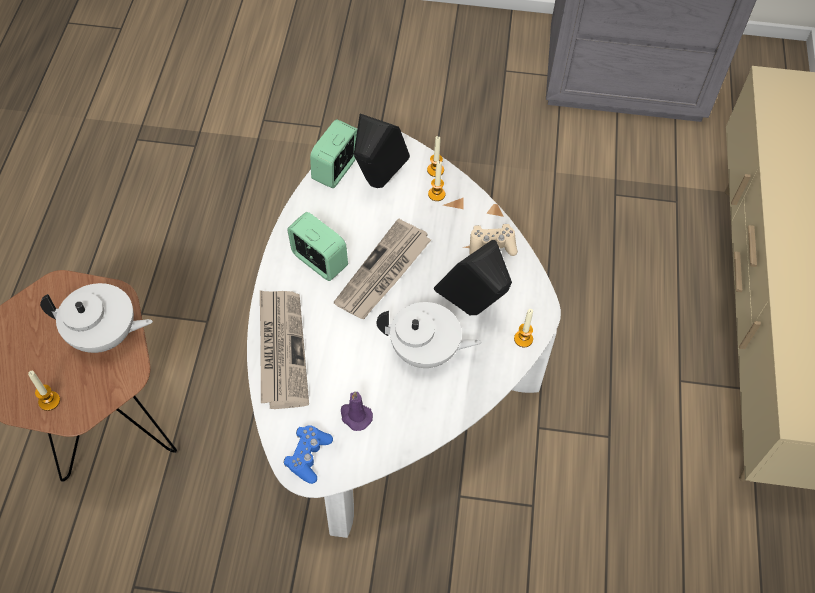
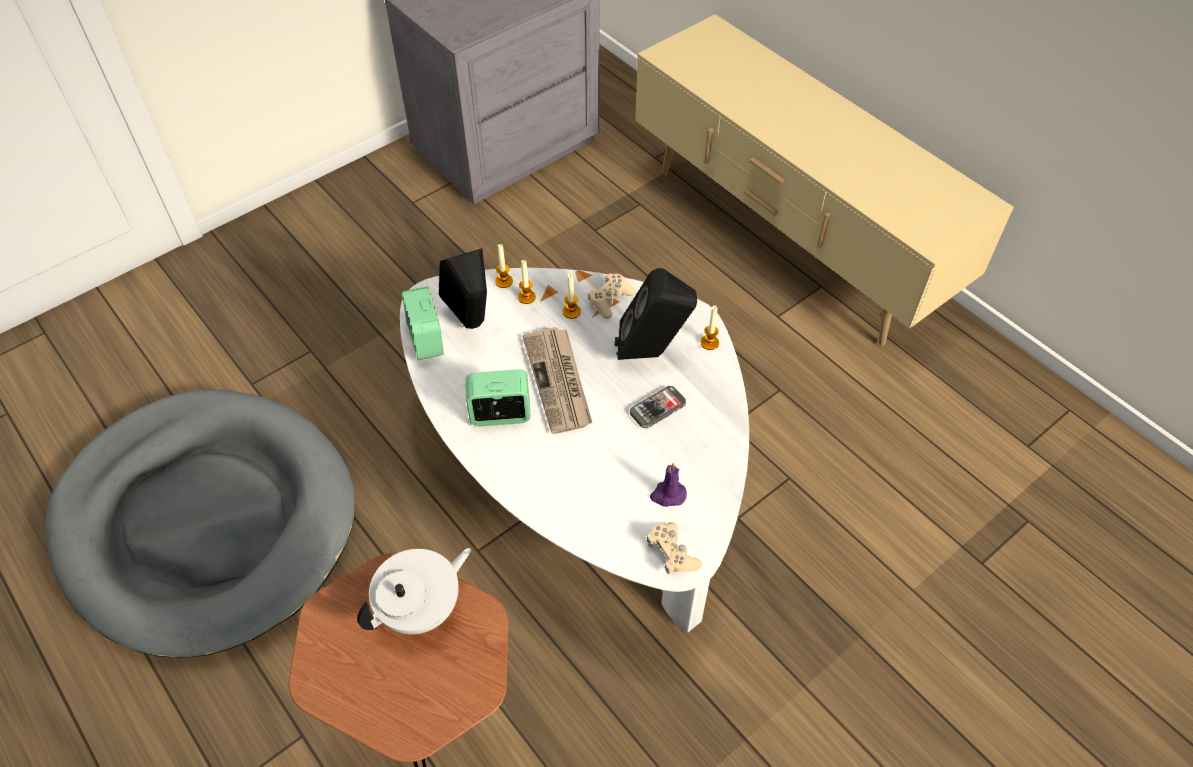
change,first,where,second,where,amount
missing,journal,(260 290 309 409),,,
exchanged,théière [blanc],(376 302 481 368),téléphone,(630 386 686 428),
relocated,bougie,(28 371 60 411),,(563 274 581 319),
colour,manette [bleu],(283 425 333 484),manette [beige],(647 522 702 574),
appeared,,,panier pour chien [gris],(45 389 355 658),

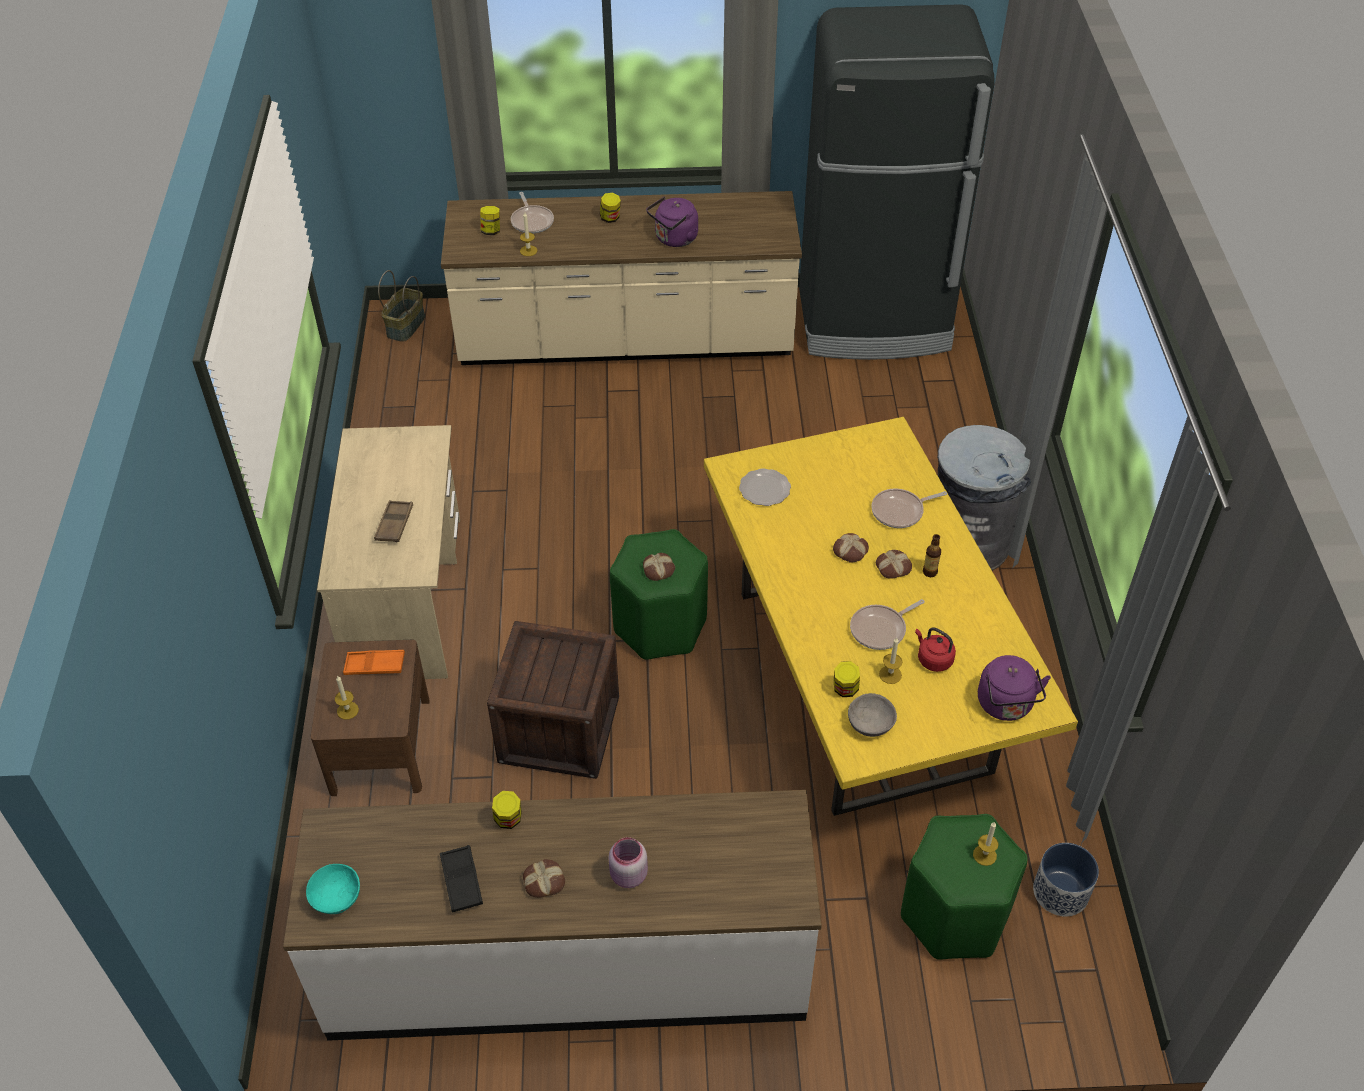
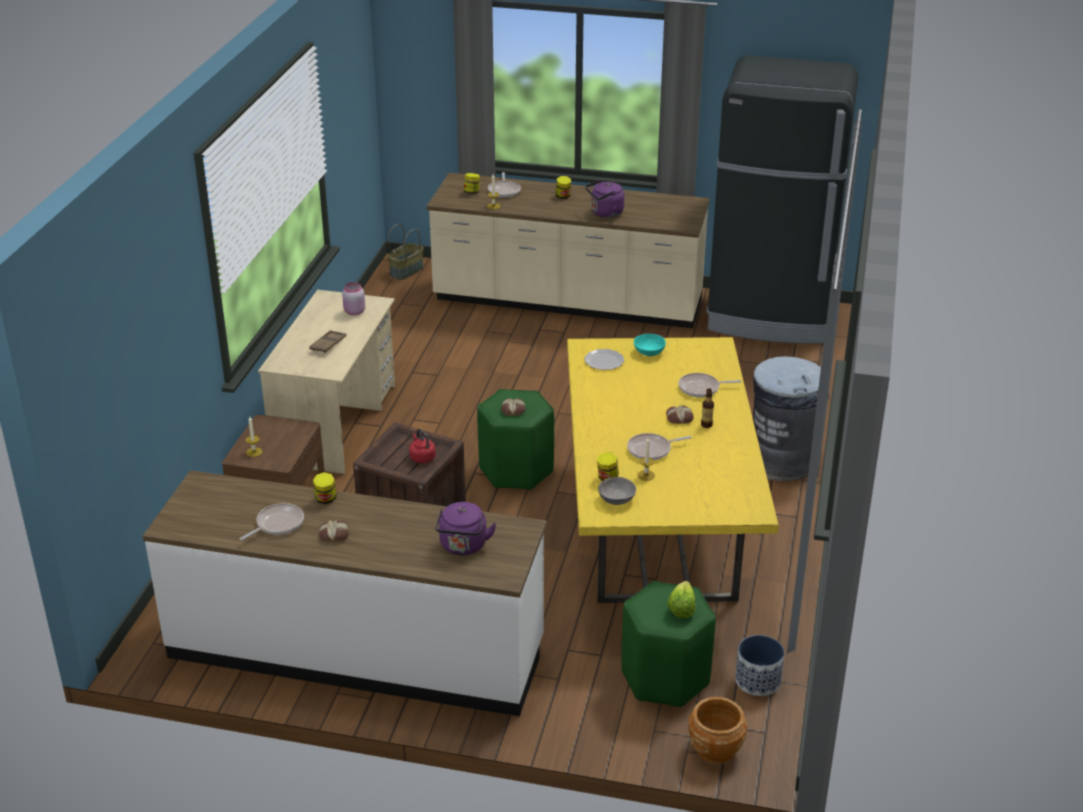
change,first,where,second,where,amount
missing,pain,(833 533 869 563),,,
relocated,bouilloire [rouge],(915 628 956 672),,(409 429 436 463),
missing,plateau [orange],(343 650 405 675),,,
relocated,bouilloire [violet],(978 655 1051 721),,(435 502 496 555),
exchanged,bougie,(973 822 998 866),laitue,(667 581 695 618),
relocated,bocal [rose],(608 837 648 888),,(342 282 365 315),
exchanged,plateau [noir],(440 845 483 913),poêle,(240 503 304 540),
relocated,bol [turquoise],(306 864 360 914),,(634 334 666 356),
appeared,,,cache-pot [marron],(689 697 747 764),

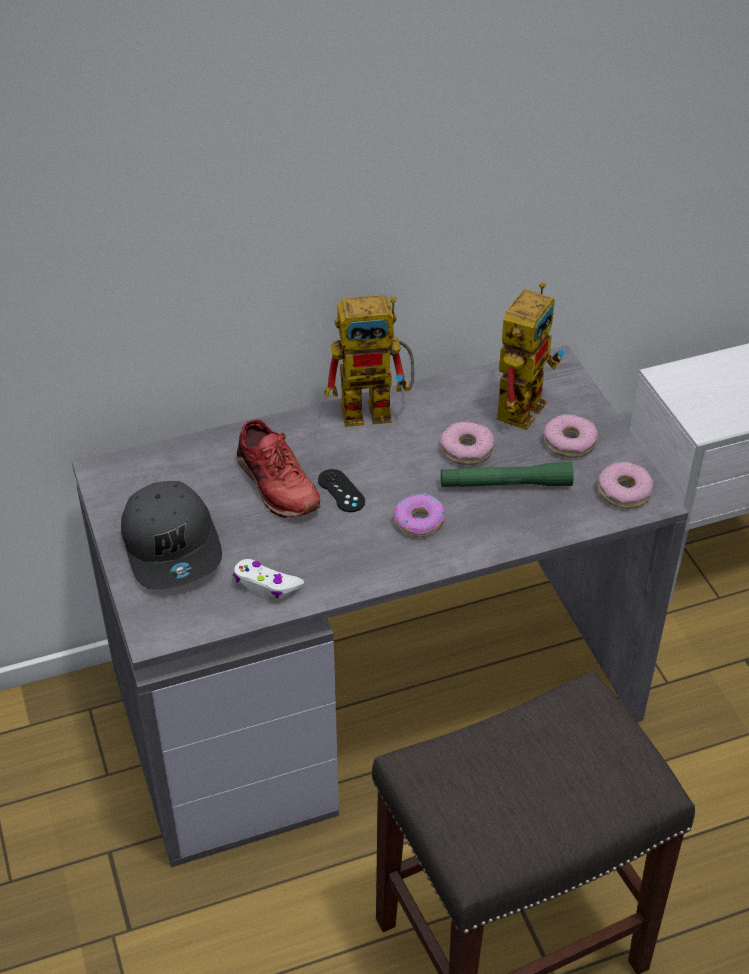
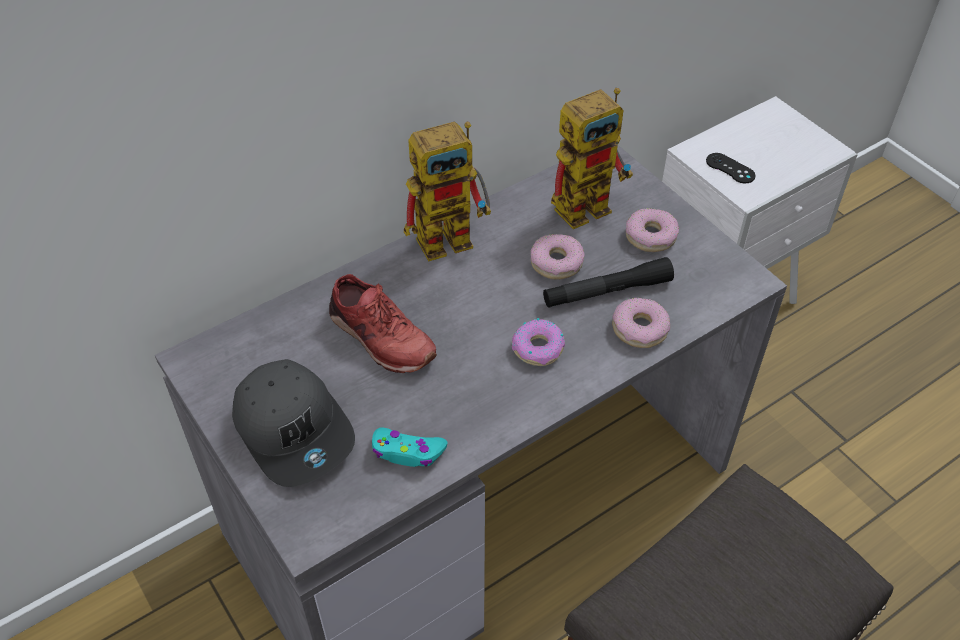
change,first,where,second,where,amount
spun,robot jouet,(497 282 564 430),,(551 88 633 229),45 degrees clockwise
colour,lampe de poche [vert],(441 462 574 487),lampe de poche [noir],(543 257 674 308),
relocated,beignet,(598 462 653 509),,(612 297 670 348),
relocated,manette [noir],(318 469 365 512),,(706 153 755 183),
colour,manette [blanc],(233 559 304 598),manette [turquoise],(372 428 448 467),

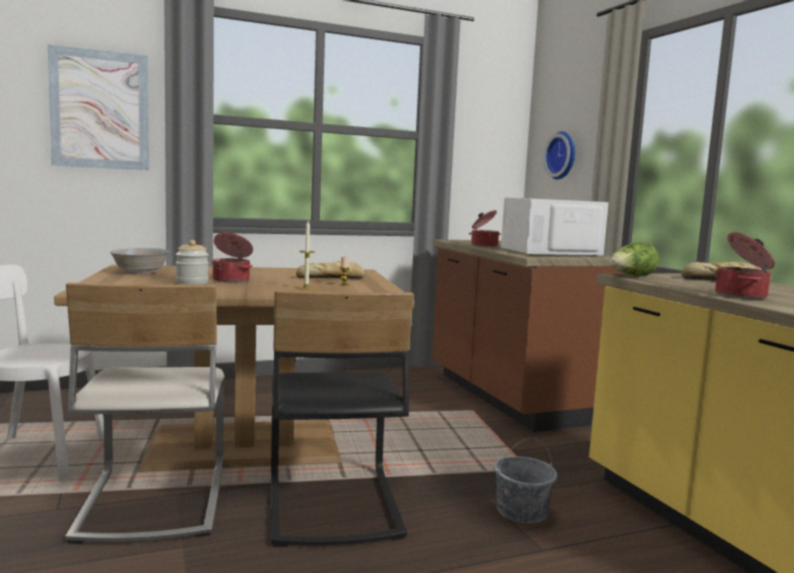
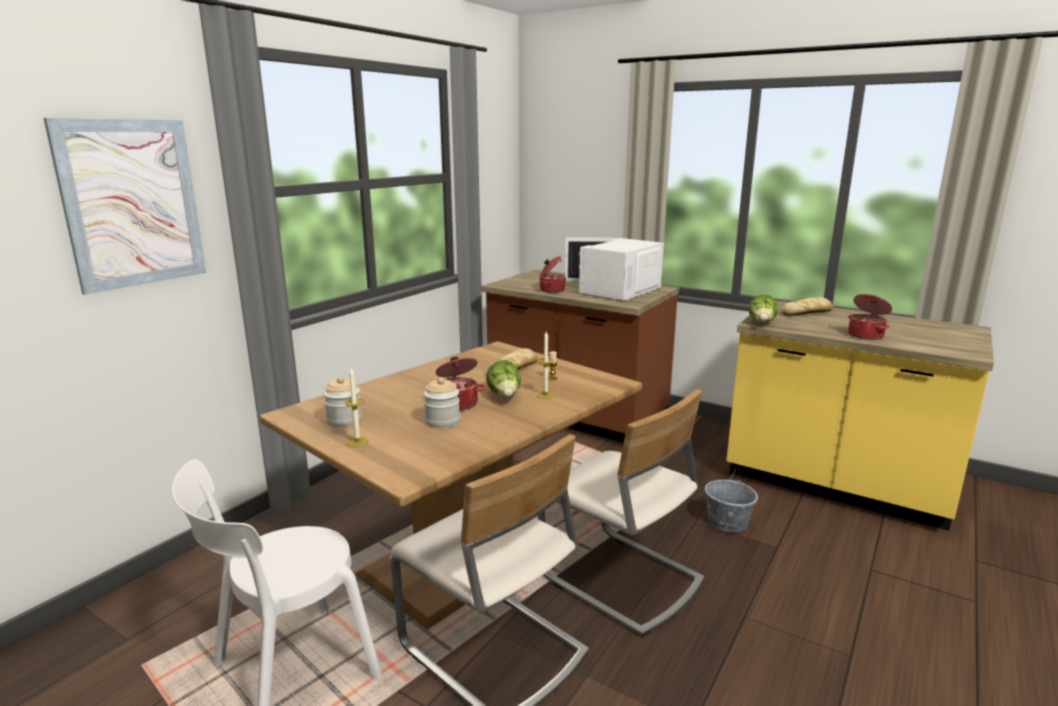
change,first,where,second,where,amount
missing,horloge murale,(543 131 575 179),,,
exchanged,bol [blanc],(110 248 170 274),bocal,(324 377 362 427),
colour,chaise [noir],(271 290 414 547),chaise [beige],(538 389 704 637),
appeared,,,laitue,(486 360 521 397),
appeared,,,bougie,(345 368 369 447),

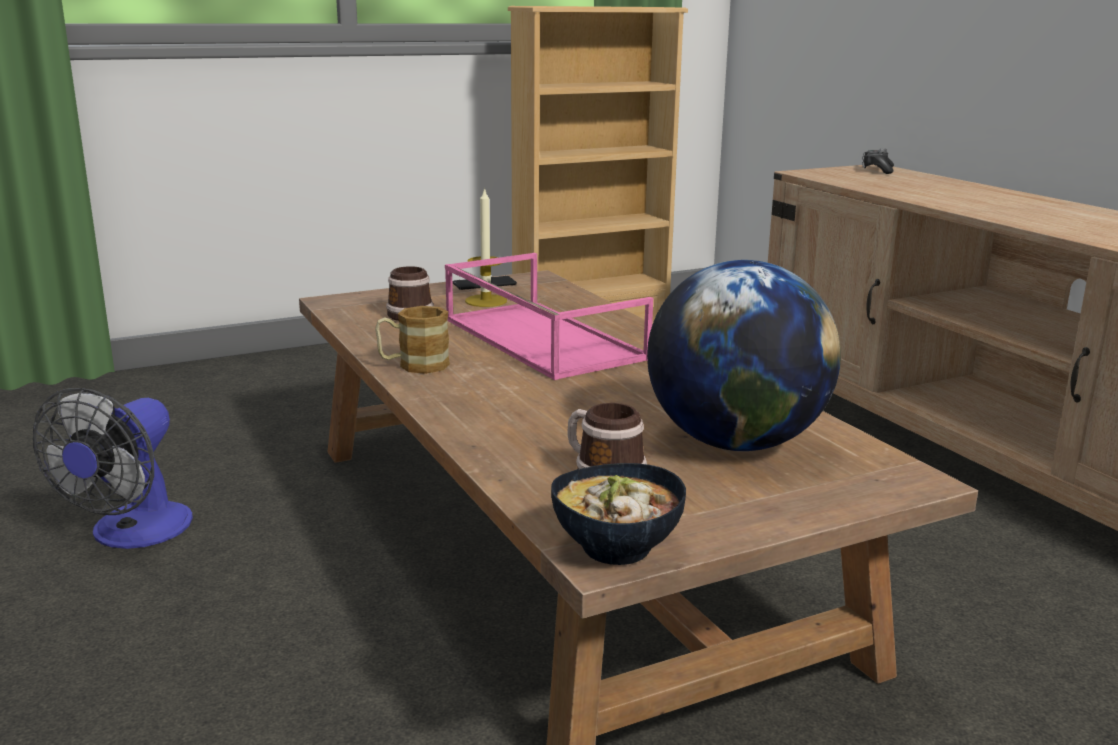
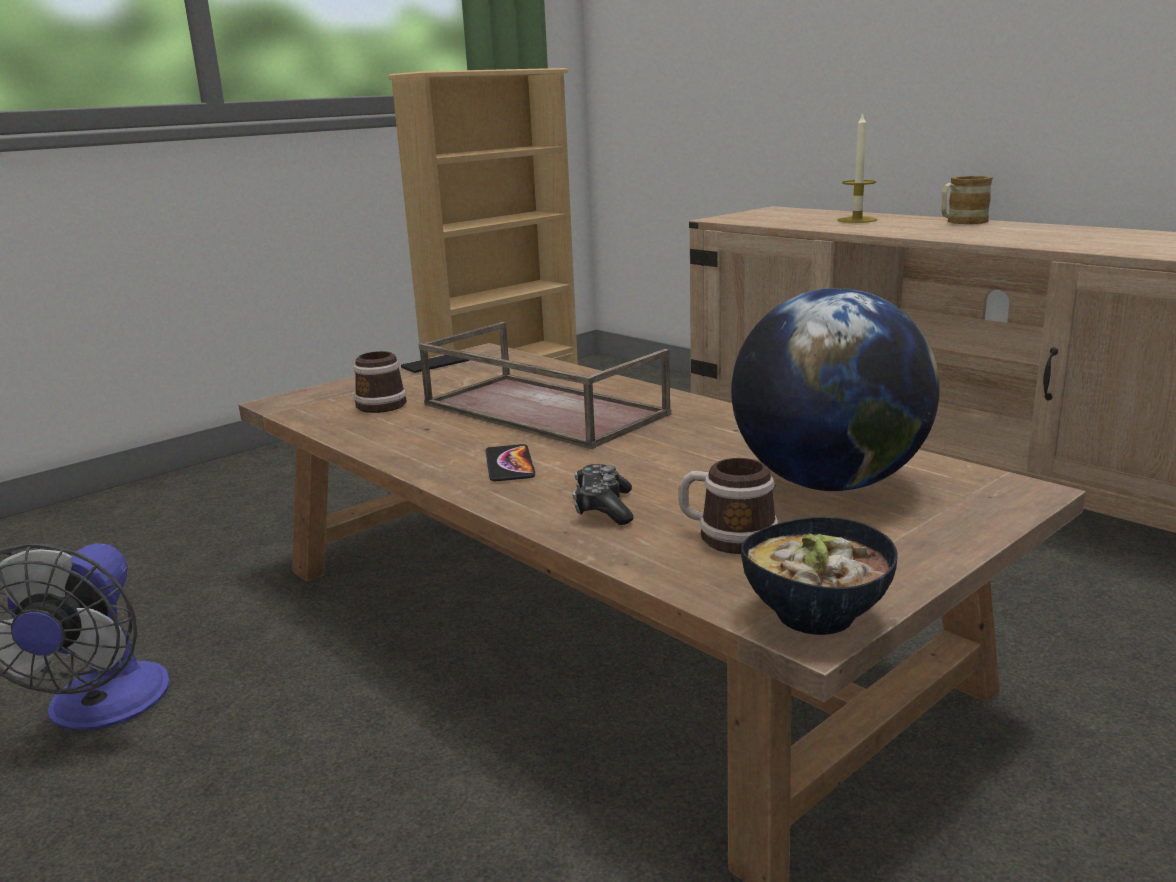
change,first,where,second,where,amount
relocated,manette,(862 148 894 174),,(573 464 633 525),
relocated,bougie,(465 187 507 307),,(838 112 877 223),
colour,plateau [rose],(445 253 653 380),plateau [marron],(419 322 671 449),
relocated,mug,(375 306 450 374),,(941 176 993 224),
appeared,,,téléphone,(485 444 535 481),

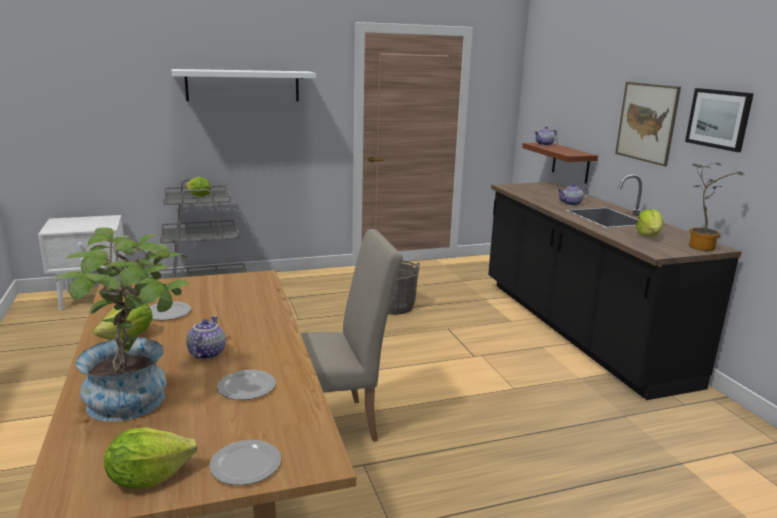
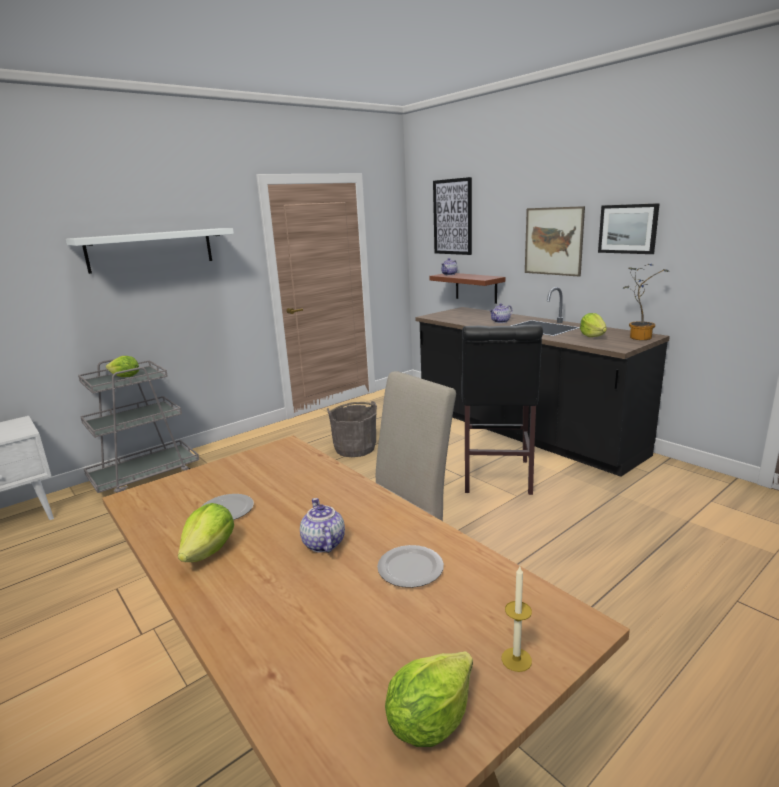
change,first,where,second,where,amount
missing,plante en pot,(54 228 190 422),,,
exchanged,assiette,(210 440 281 485),bougie,(501 566 532 672),
appeared,,,tableau,(433 177 472 255),
appeared,,,tabouret [noir],(461 325 543 495),

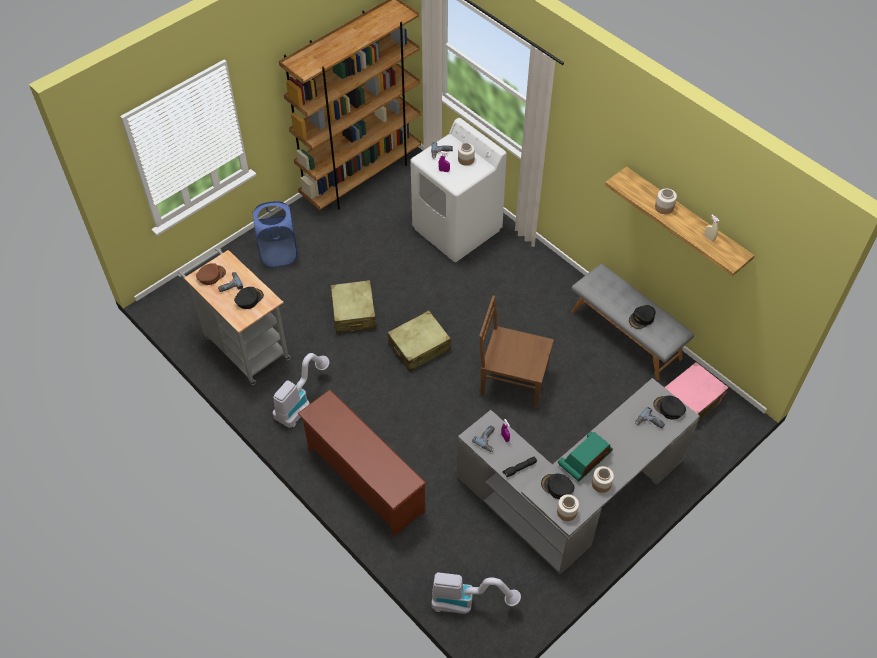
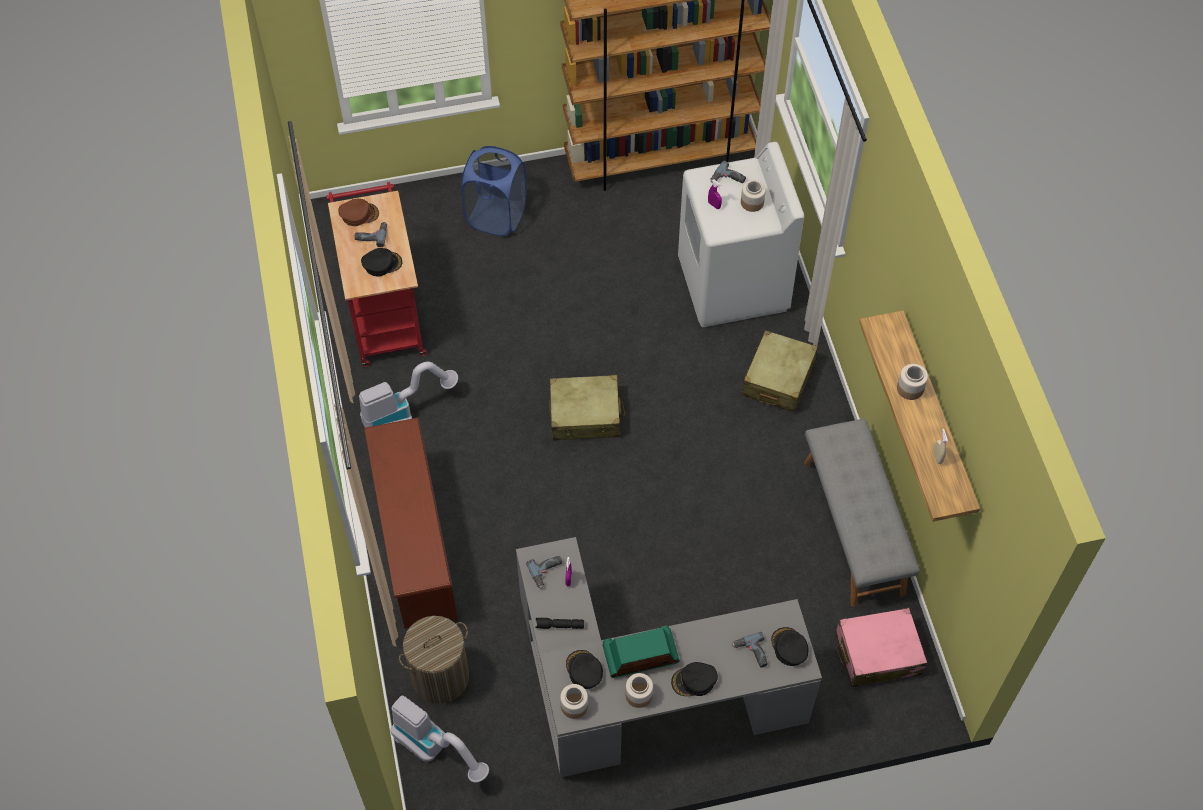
change,first,where,second,where,amount
colour,chariot [gris],(178 248 291 385),chariot [rouge],(326 182 427 367),
relocated,valise [beige],(330 280 376 333),,(742 330 818 412),
missing,chaise [marron],(479 296 554 408),,,
relocated,casquette [noir],(629 305 656 329),,(671 662 718 696),
appeared,,,panier à linge,(399 616 469 704),

